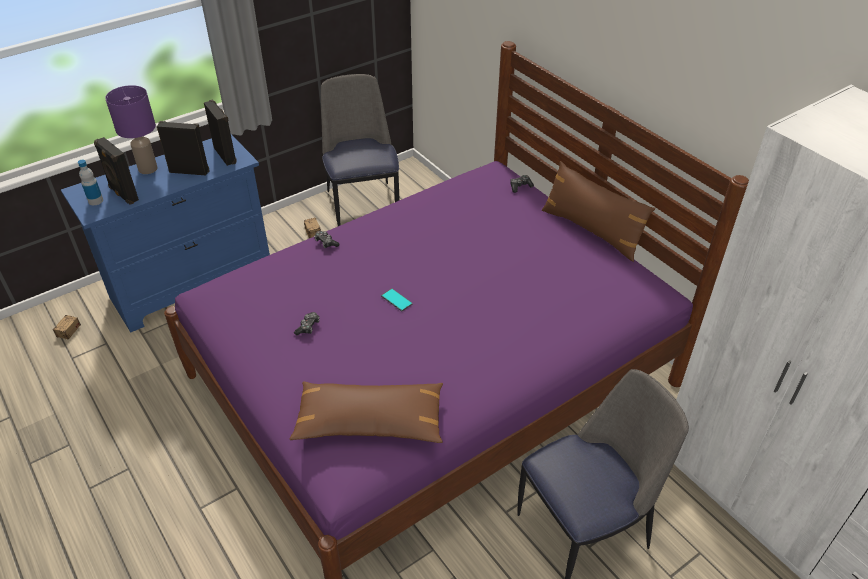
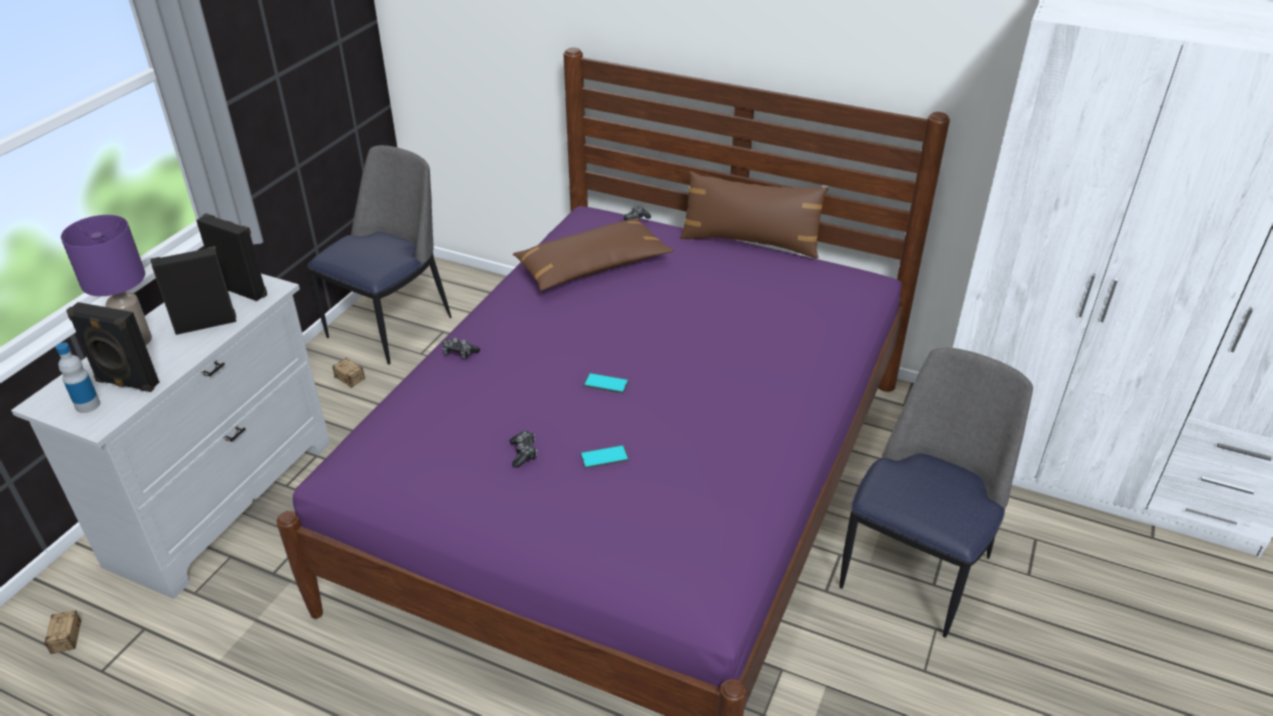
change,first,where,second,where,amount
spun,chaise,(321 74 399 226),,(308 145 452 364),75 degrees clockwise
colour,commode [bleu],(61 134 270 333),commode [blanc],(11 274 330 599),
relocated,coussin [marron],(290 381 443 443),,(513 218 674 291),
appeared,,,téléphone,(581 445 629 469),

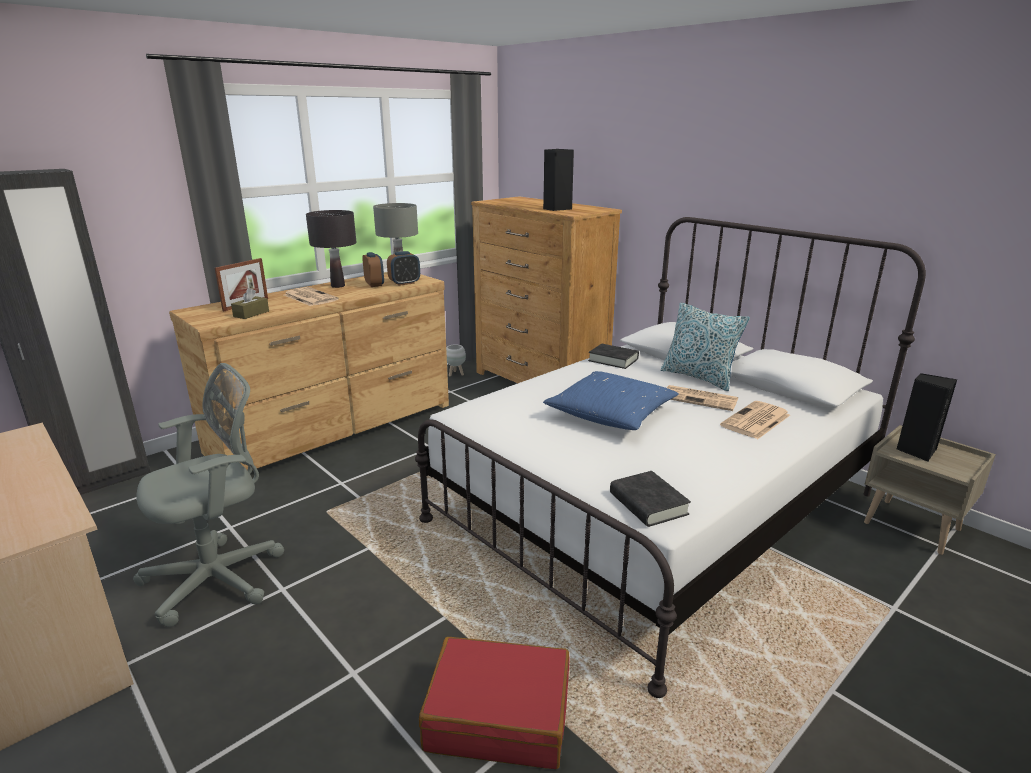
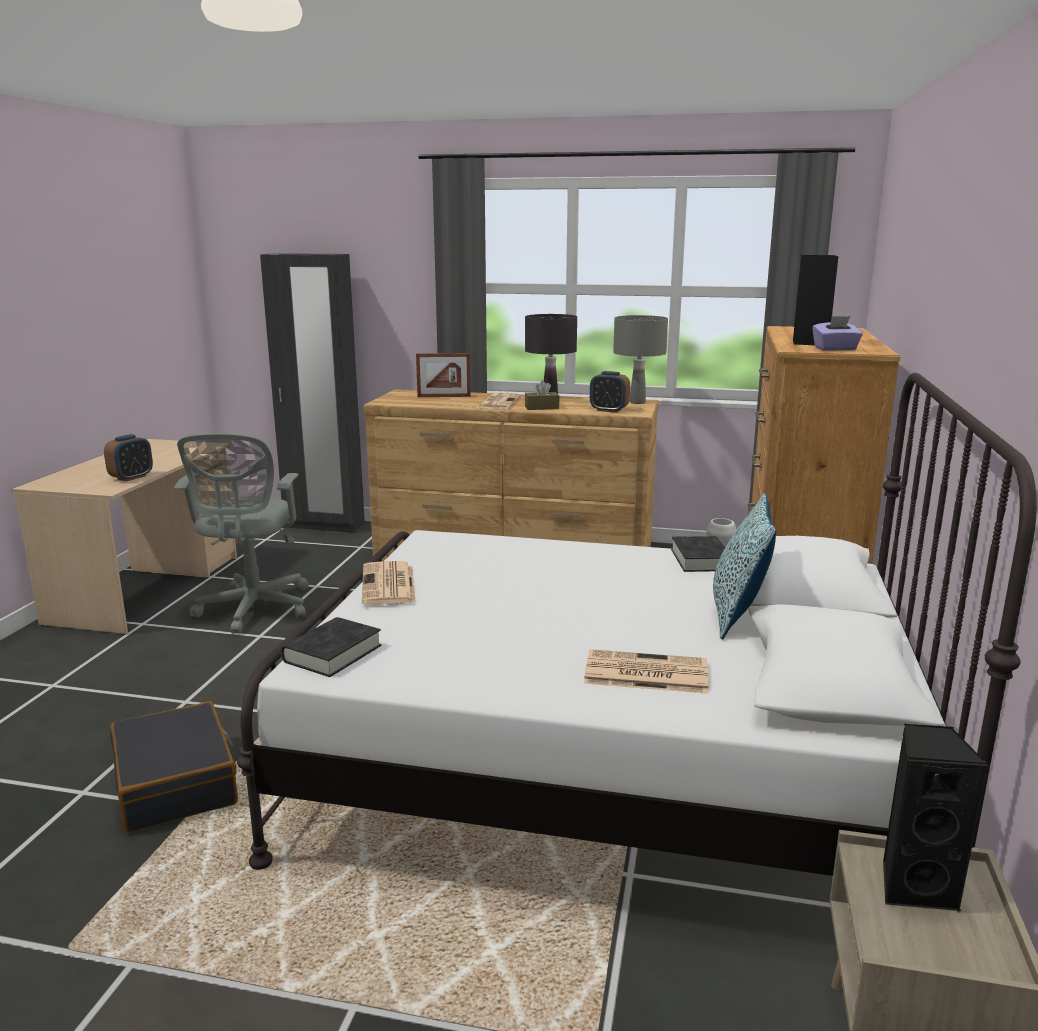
change,first,where,second,where,amount
relocated,réveil,(362 252 384 287),,(104 434 153 481),
relocated,boîte à mouchoirs [marron],(231 288 269 319),,(525 381 559 410),
spun,chaise de bureau [gris],(133 363 284 627),,(174 433 309 634),75 degrees clockwise
missing,coussin [bleu],(543 371 679 430),,,
relocated,journal,(667 385 738 411),,(362 561 416 605),
colour,valise [rouge],(419 637 570 769),valise [noir],(110 701 238 832),
appeared,,,boîte à mouchoirs [violet],(812 316 863 351),

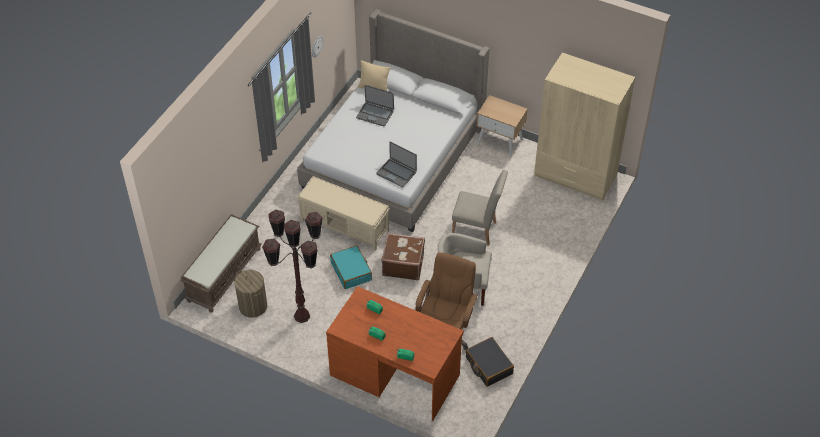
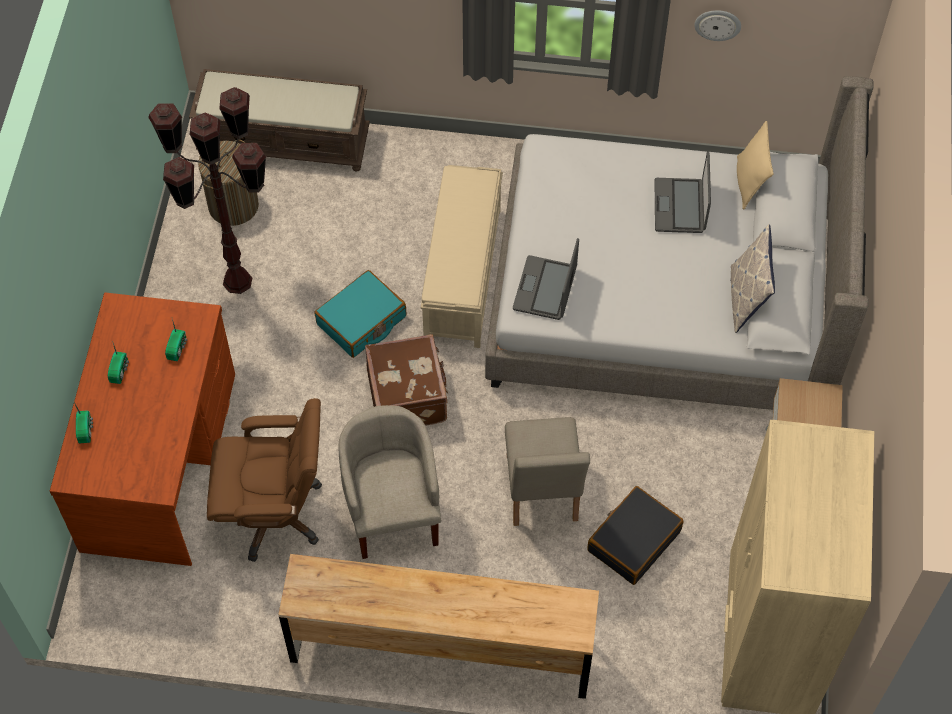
change,first,where,second,where,amount
relocated,valise [noir],(466 337 514 387),,(587 486 684 585),
appeared,,,coussin,(730 224 775 333),
appeared,,,commode [marron],(278 554 599 699),

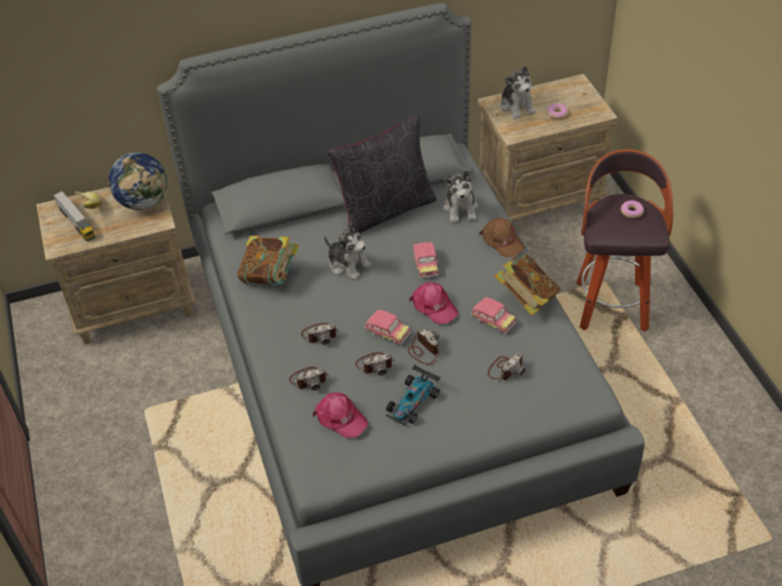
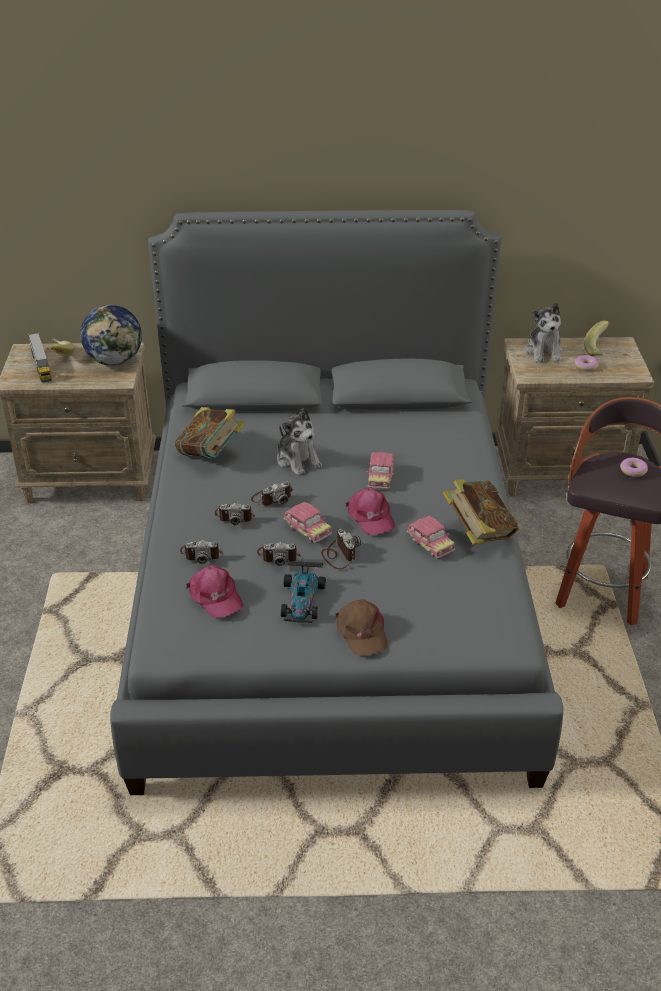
change,first,where,second,where,amount
missing,coussin [noir],(327 115 437 234),,,
missing,peluche,(443 170 478 223),,,
relocated,casquette [marron],(479 218 525 257),,(335 599 388 656),
relocated,appareil photo,(488 353 526 380),,(251 481 293 506),
spun,petite voiture,(386 364 440 426),,(281 560 326 623),45 degrees counterclockwise
appeared,,,banane,(584 320 610 356),

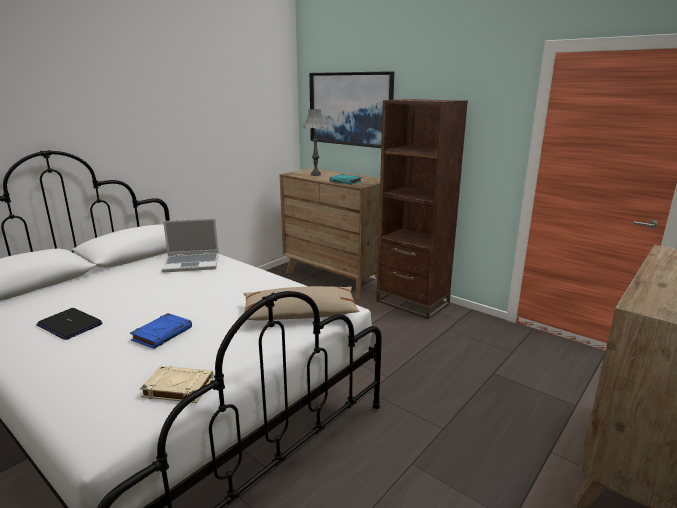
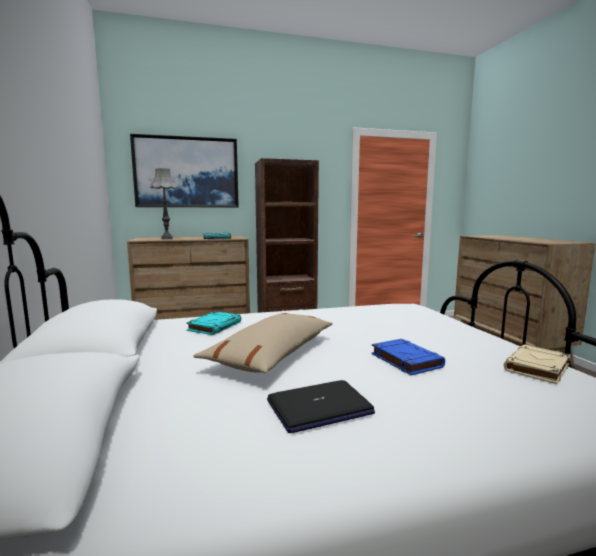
change,first,where,second,where,amount
exchanged,ordinateur portable,(161 218 219 273),livre [turquoise],(186 311 241 335),
relocated,coussin [beige],(243 286 360 321),,(193 313 333 373),

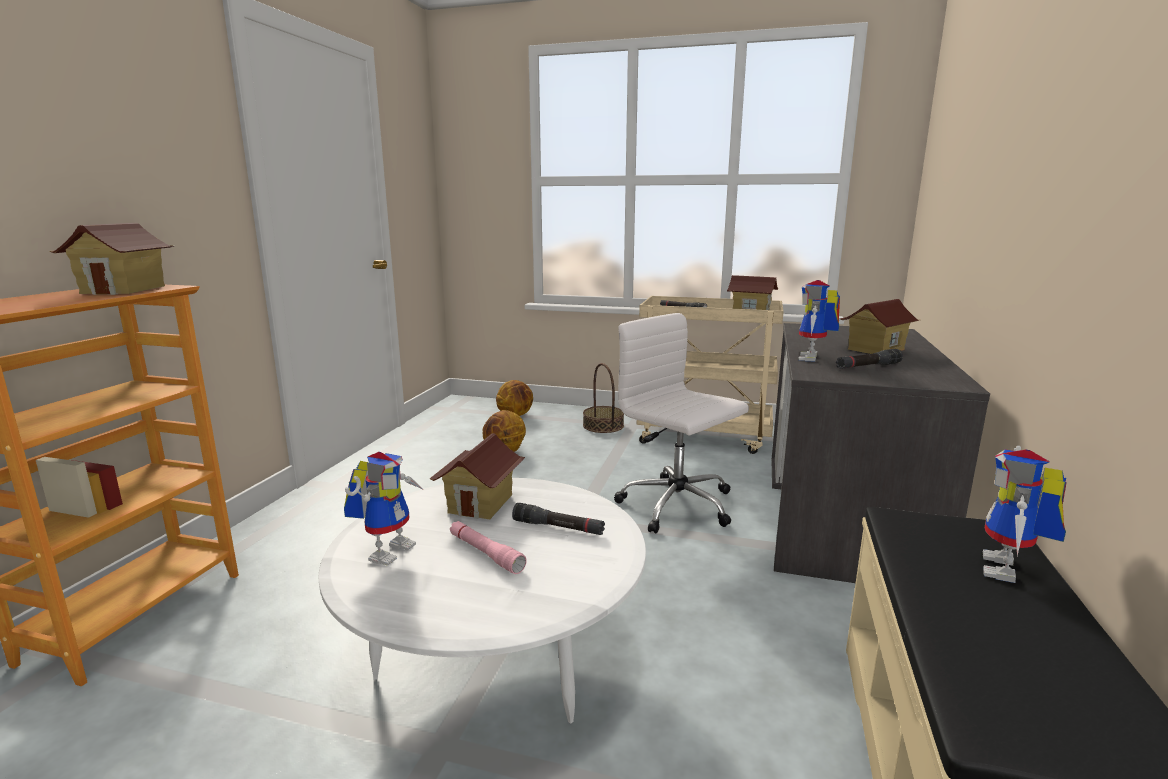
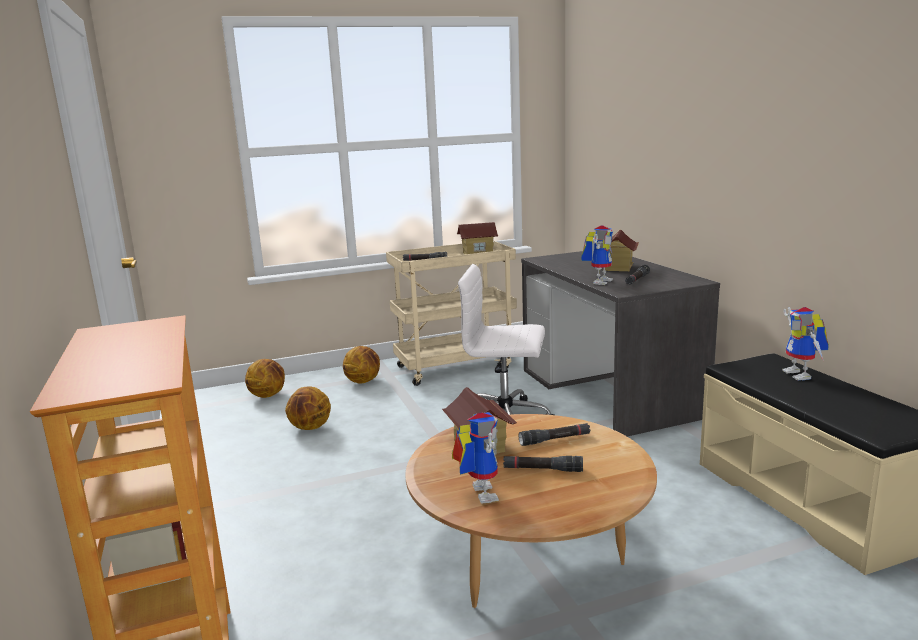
change,first,where,second,where,amount
missing,maison miniature,(49 223 174 295),,,
spun,robot jouet,(798 280 840 361),,(581 225 613 285),135 degrees counterclockwise
exchanged,panier,(583 363 624 433),ballon de basket,(343 346 380 384),
colour,table basse [blanc],(319 478 646 724),table basse [marron],(405 414 657 608),
colour,lampe de poche [rose],(450 521 527 574),lampe de poche [noir],(503 456 583 472),

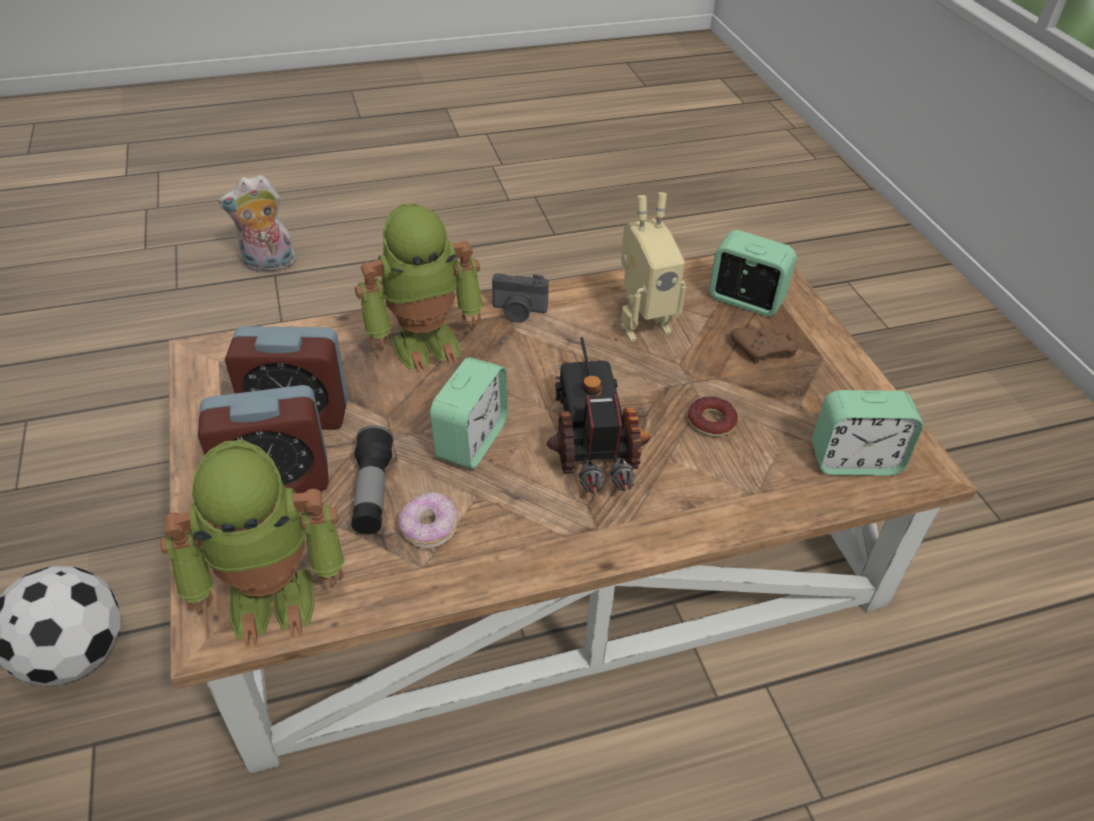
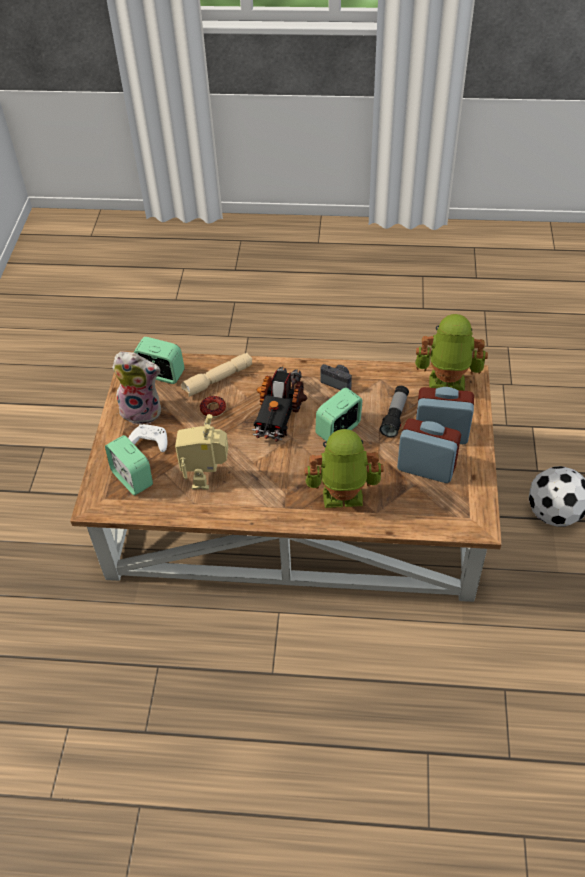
change,first,where,second,where,amount
relocated,peluche,(218 175 296 273),,(112 352 161 425),
spun,robot jouet,(620 192 686 342),,(175 414 228 490),90 degrees counterclockwise
relocated,appareil photo,(492 273 549 323),,(320 364 352 390),
colour,manette [marron],(730 319 799 364),manette [blanc],(128 424 167 452),
missing,beignet,(399 492 457 548),,,
appeared,,,lampe de poche [beige],(181 353 252 397),

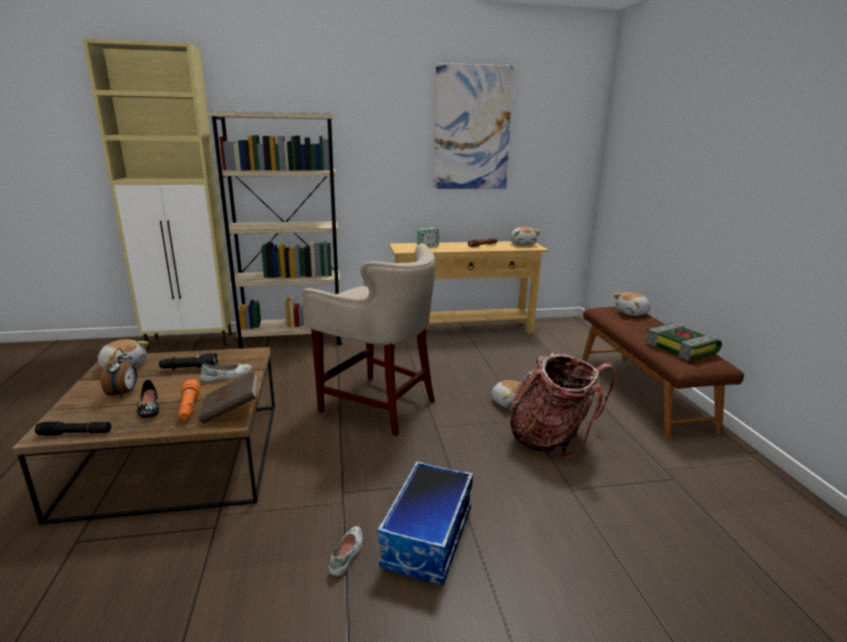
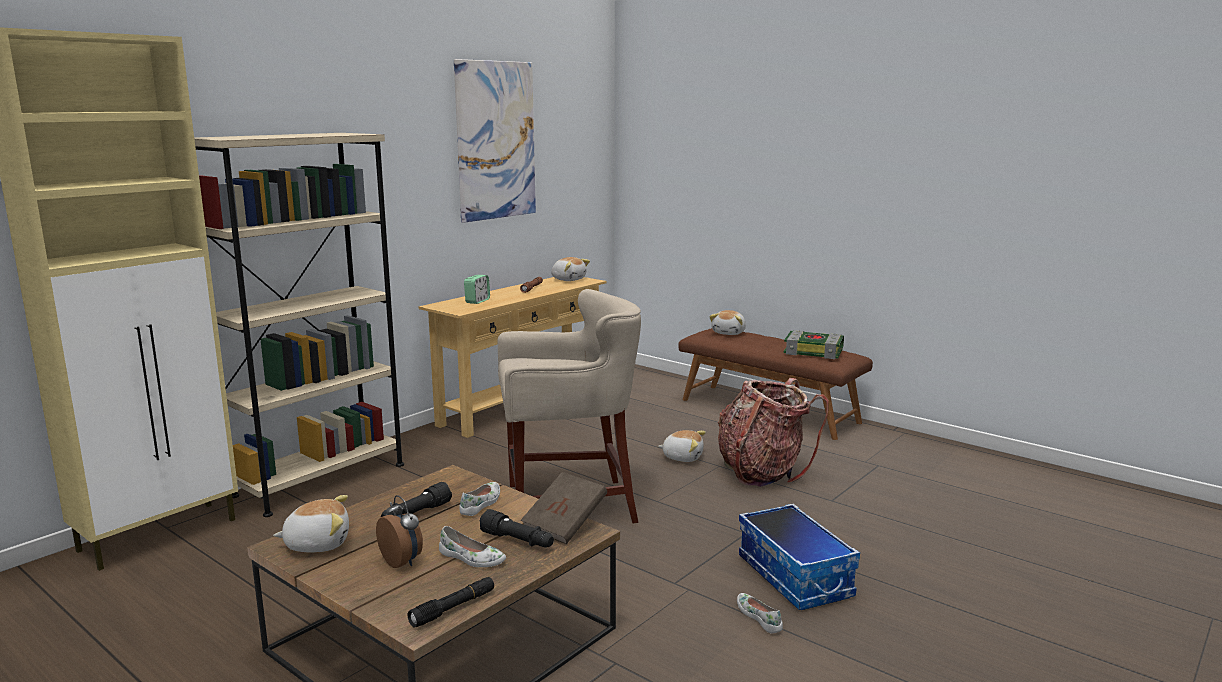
change,first,where,second,where,amount
colour,lampe de poche [orange],(178 379 201 420),lampe de poche [noir],(480 509 554 548),
colour,chaussure [noir],(137 380 159 418),chaussure [blanc],(439 526 506 567),

